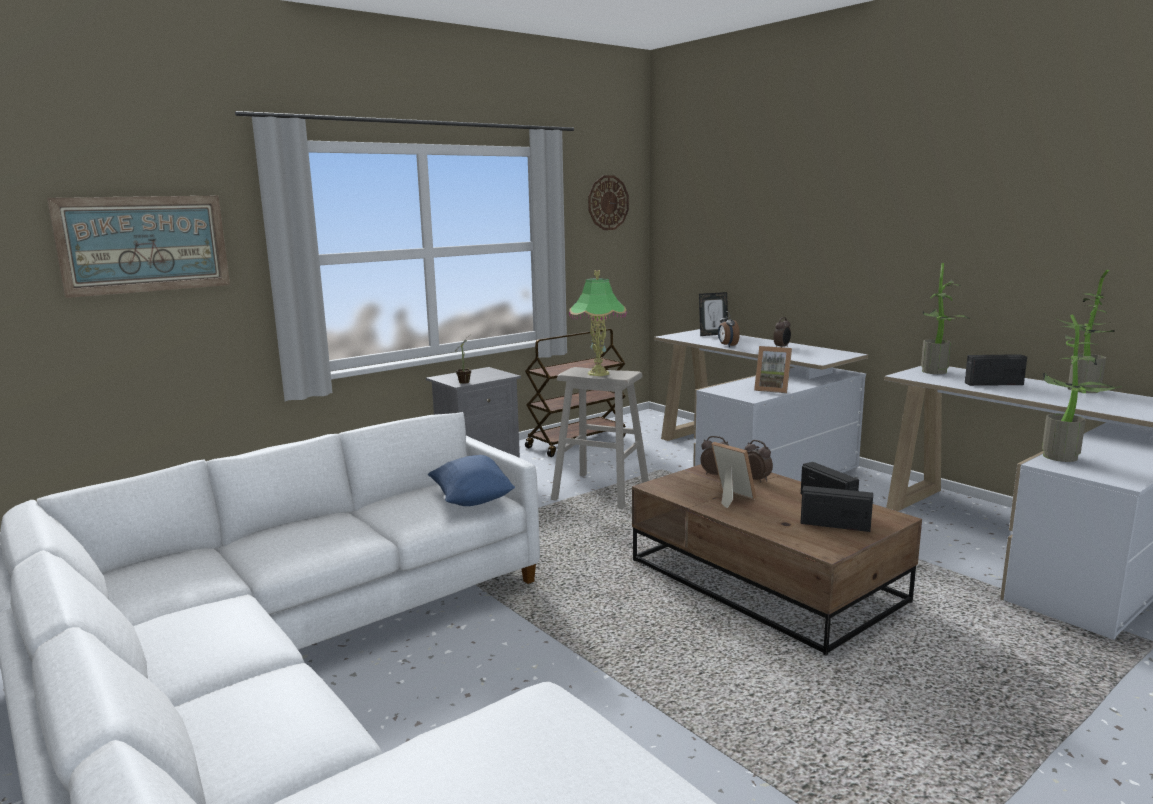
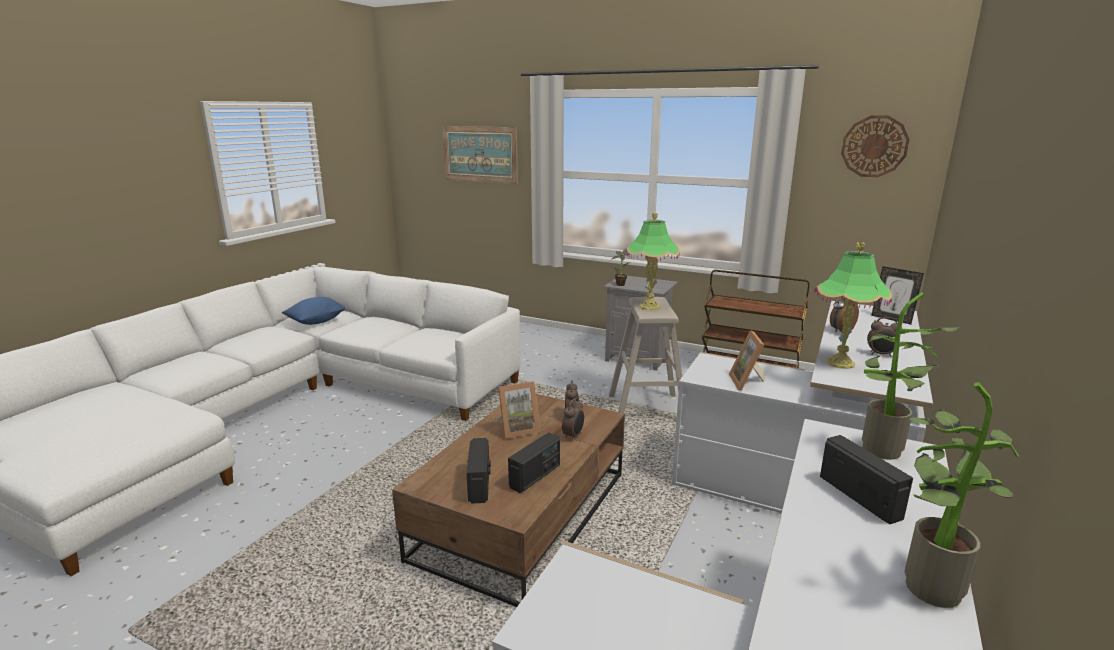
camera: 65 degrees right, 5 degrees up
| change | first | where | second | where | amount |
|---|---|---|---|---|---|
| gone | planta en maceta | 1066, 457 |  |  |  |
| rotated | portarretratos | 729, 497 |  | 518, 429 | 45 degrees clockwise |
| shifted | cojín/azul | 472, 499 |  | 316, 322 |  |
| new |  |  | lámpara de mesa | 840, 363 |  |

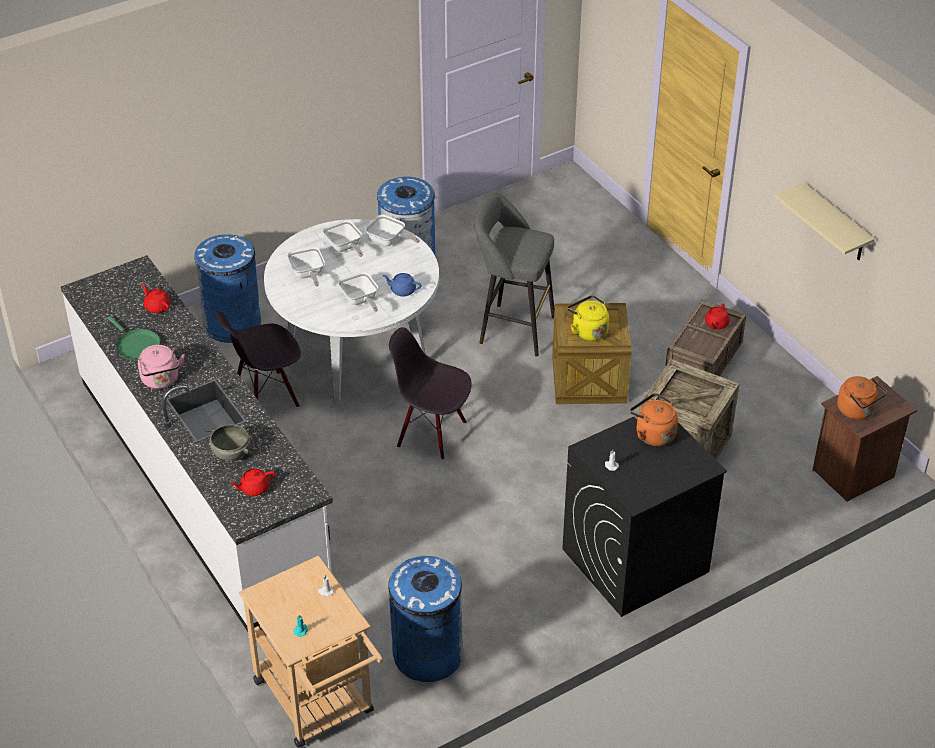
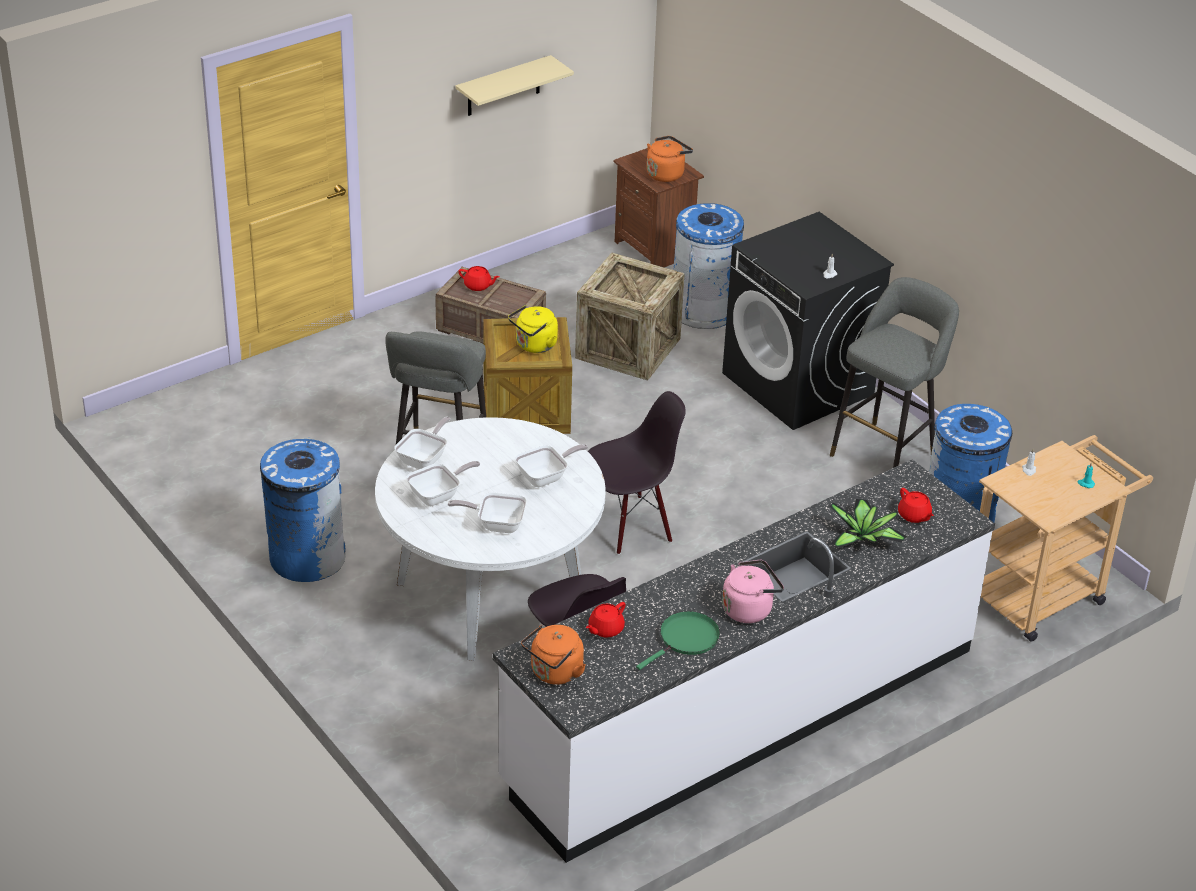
camera: 95 degrees left, 5 degrees down
| change | first | where | second | where | amount |
|---|---|---|---|---|---|
| shifted | papelera/azul | 232, 324 |  | 703, 310 |  |
| rotated | sartén | 307, 275 |  | 496, 524 | 150 degrees counterclockwise |
| gone | tetera/azul | 402, 290 |  |  |  |
| rotated | silla/negro | 432, 433 |  | 630, 526 | 135 degrees counterclockwise |
| shifted | hervidor/naranja | 653, 434 |  | 554, 673 |  |
| swapped | cuenco/gris | 230, 453 | planta en maceta | 863, 538 |  |
| new |  |  | taburete/gris | 886, 452 |  |

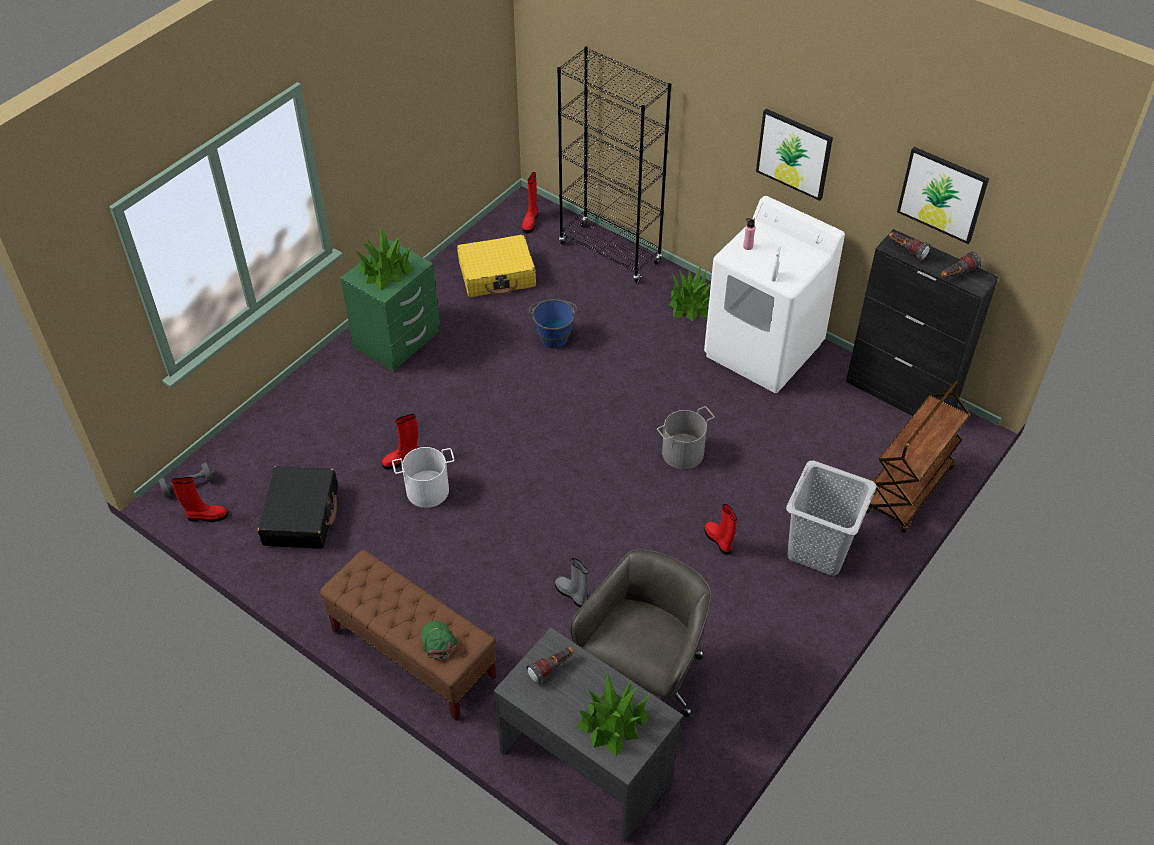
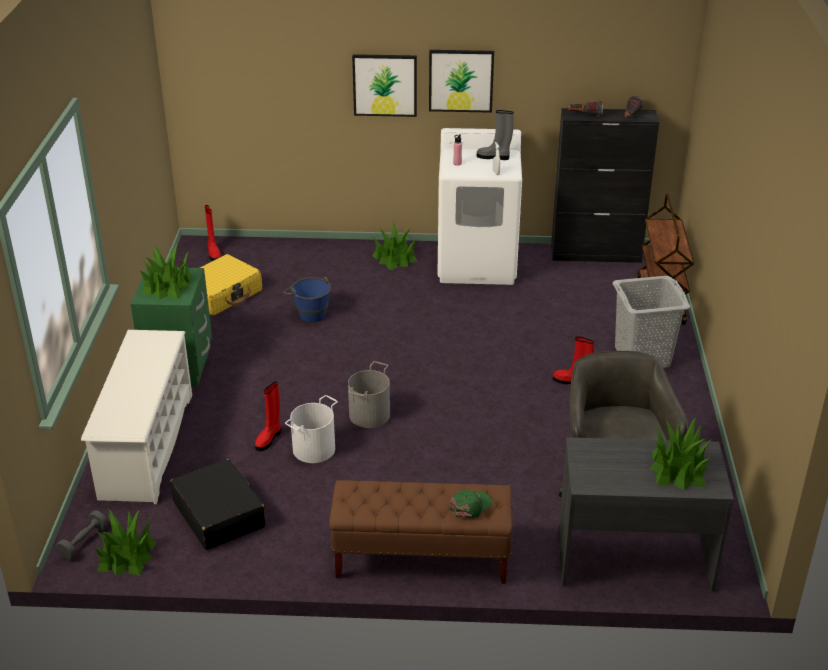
camera: 35 degrees left, 15 degrees down
| change | first | where | second | where | amount |
|---|---|---|---|---|---|
| gone | estantería/negro | 610, 253 |  |  |  |
| shifted | cuadro | 942, 194 |  | 385, 85 |  |
| shifted | cubo/gris | 683, 453 |  | 370, 415 |  |
| swapped | bota/rojo | 206, 516 | planta en maceta | 126, 555 |  |
| shifted | bota/gris | 572, 595 |  | 494, 157 |  |
| rotated | gorra/verde | 438, 641 |  | 470, 506 | 105 degrees clockwise |
| gone | linterna | 552, 668 |  |  |  |
| new |  |  | zapatero/blanco | 146, 445 |  |

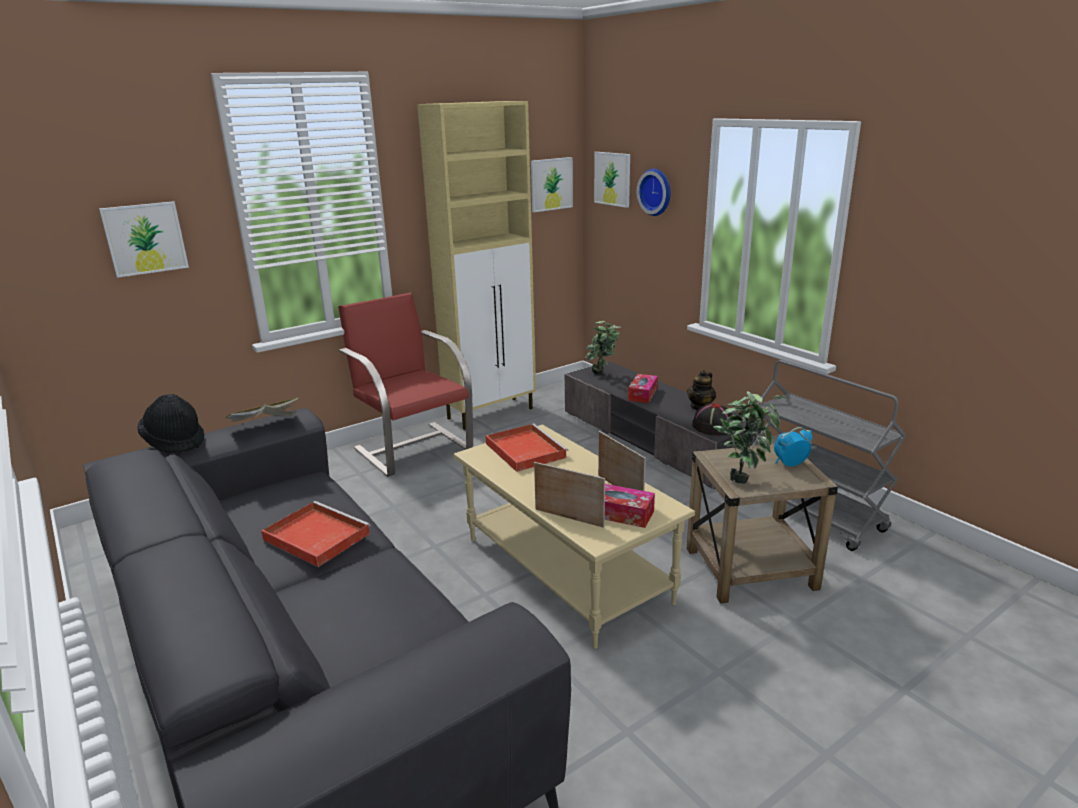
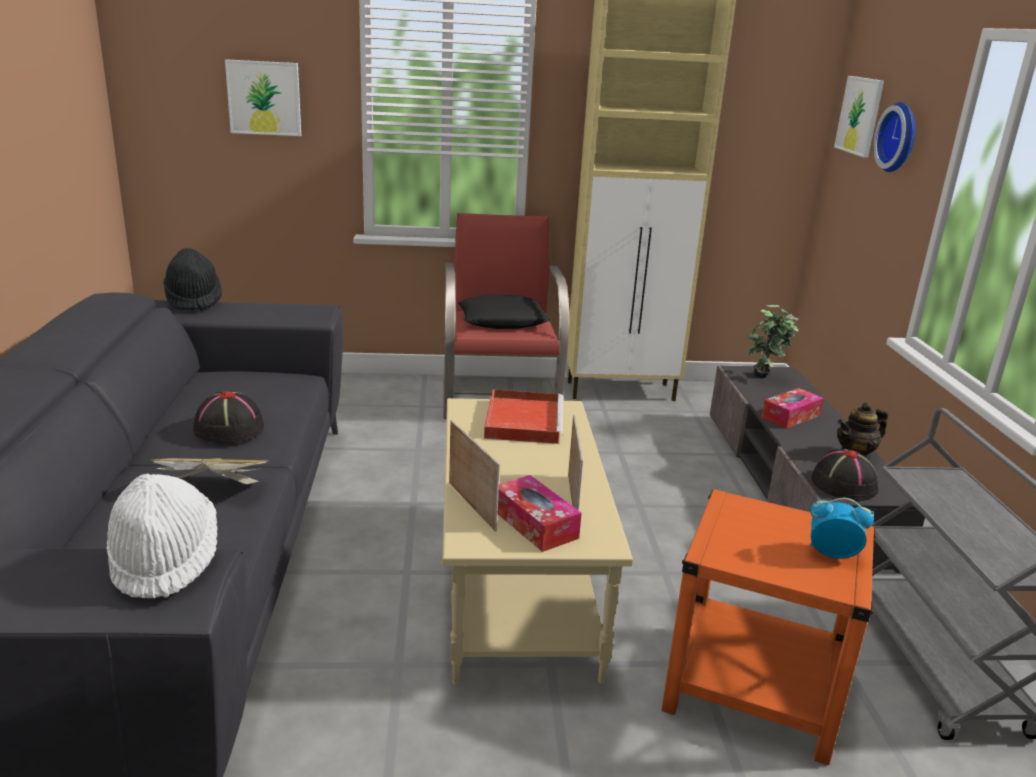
camera: 30 degrees right, 0 degrees up
| change | first | where | second | where | amount |
|---|---|---|---|---|---|
| gone | cuadro | 551, 184 |  |  |  |
| gone | planta en maceta | 743, 477 |  |  |  |
| shifted | libro | 266, 427 |  | 213, 489 |  |
| repainted | mesa auxiliar/beis | 749, 569 | mesa auxiliar/naranja | 751, 690 |  |
| swapped | bandeja/rojo | 315, 536 | sombrero/negro | 228, 429 |  |
| new |  |  | cojín/negro | 503, 320 |  |
| new |  |  | sombrero/blanco | 165, 560 |  |

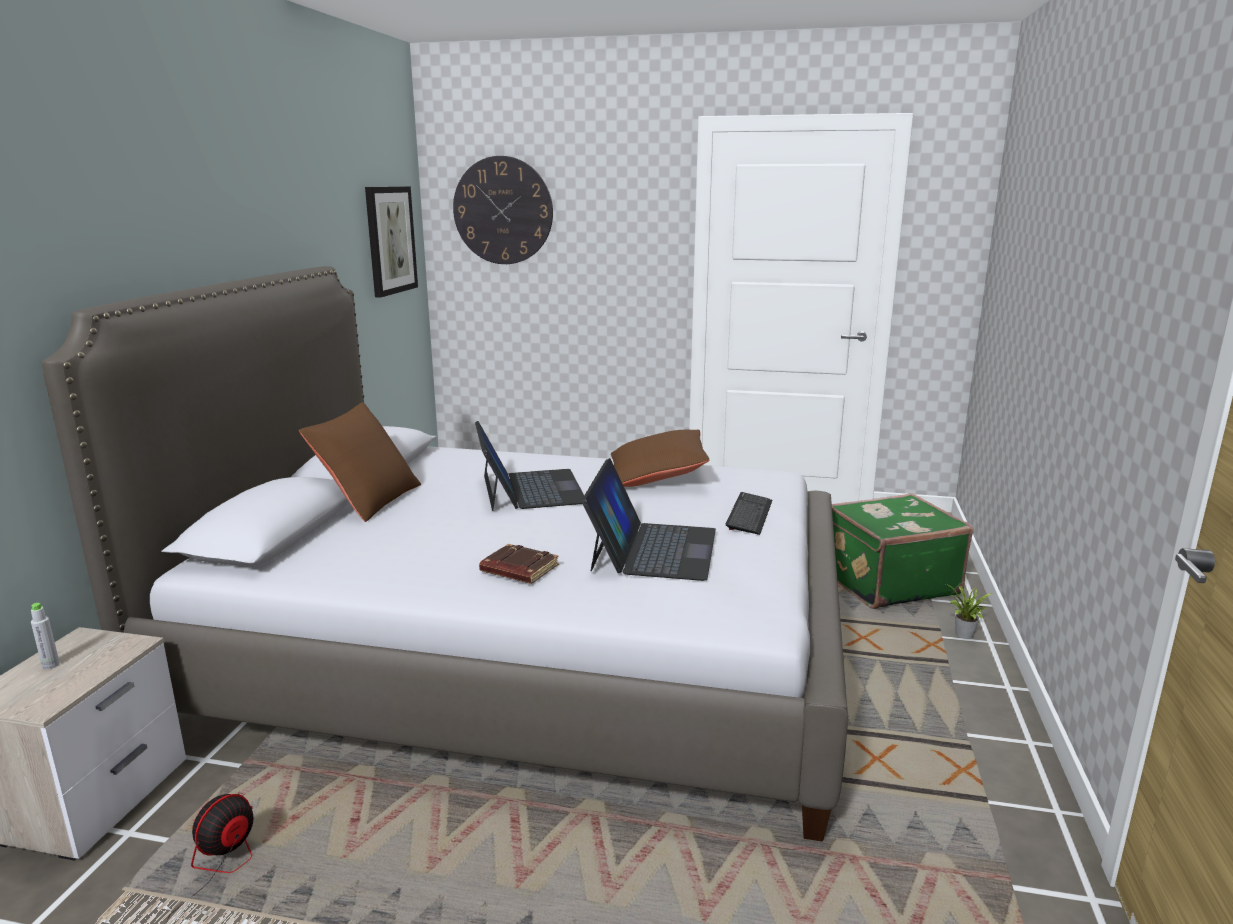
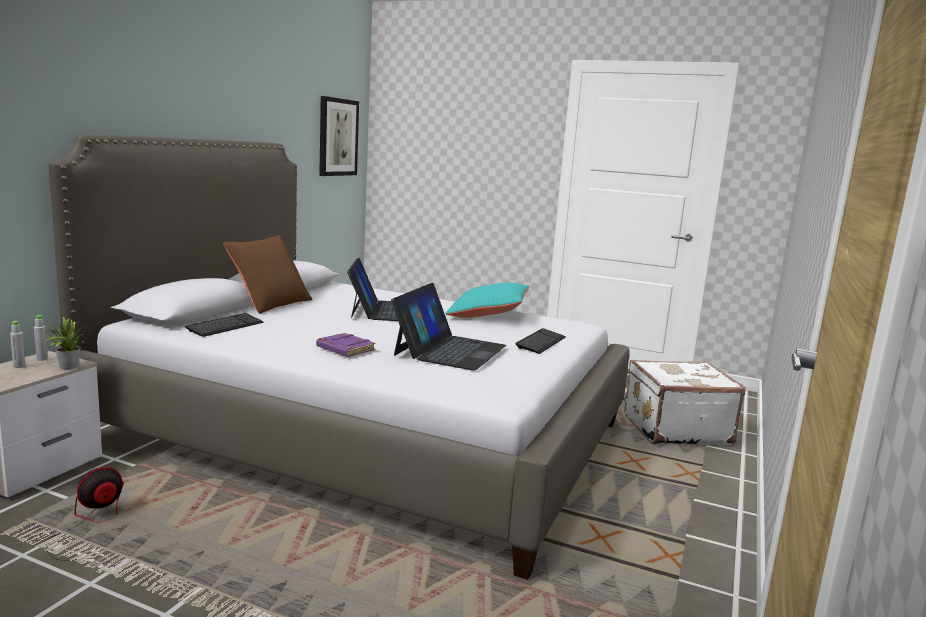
camera: 10 degrees right, 5 degrees down
| change | first | where | second | where | amount |
|---|---|---|---|---|---|
| gone | reloj de pared | 503, 211 |  |  |  |
| repainted | cojín/marrón | 656, 476 | cojín/turquesa | 488, 314 |  |
| repainted | maleta/verde | 887, 582 | maleta/blanco | 675, 429 |  |
| repainted | libro/marrón | 518, 570 | libro/morado | 344, 349 |  |
| shifted | planta en maceta | 963, 635 |  | 66, 367 |  |
| new |  |  | teclado | 225, 326 |  |
| new |  |  | botella/gris | 42, 359 |  |

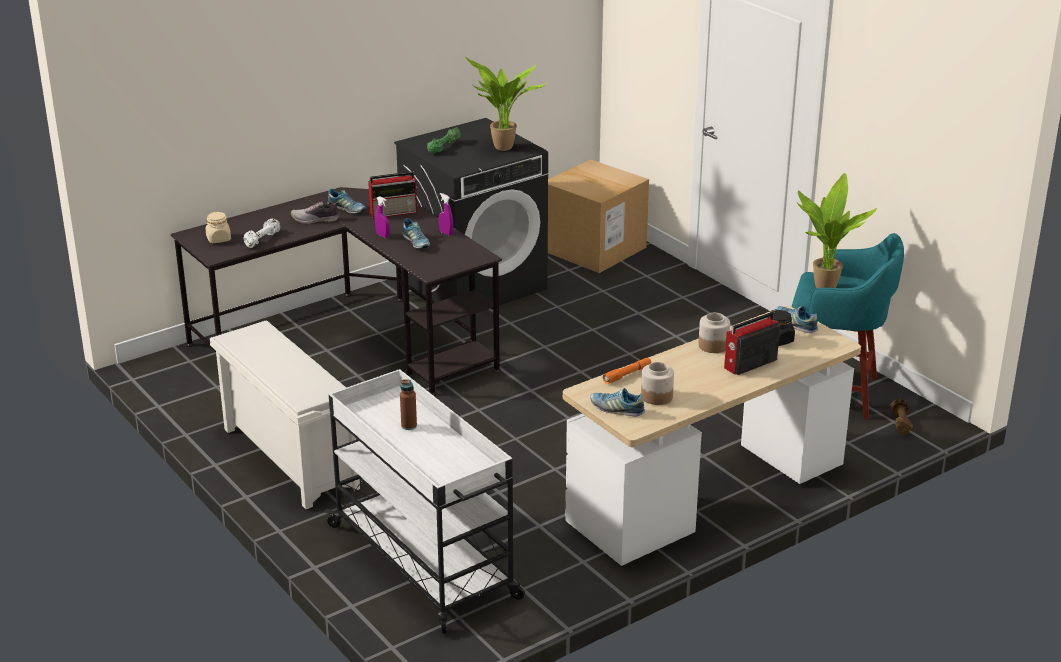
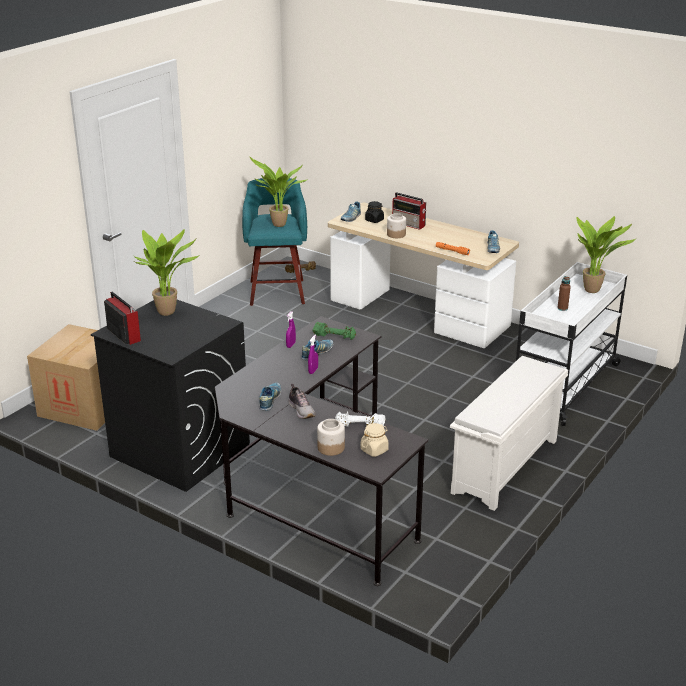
camera: 110 degrees left, 0 degrees up
| change | first | where | second | where | amount |
|---|---|---|---|---|---|
| shifted | mancuerna/verde | 444, 147 |  | 334, 337 |  |
| shifted | radio | 394, 212 |  | 123, 334 |  |
| shifted | tarro | 657, 396 |  | 330, 448 |  |
| new |  |  | planta en maceta | 594, 290 |  |

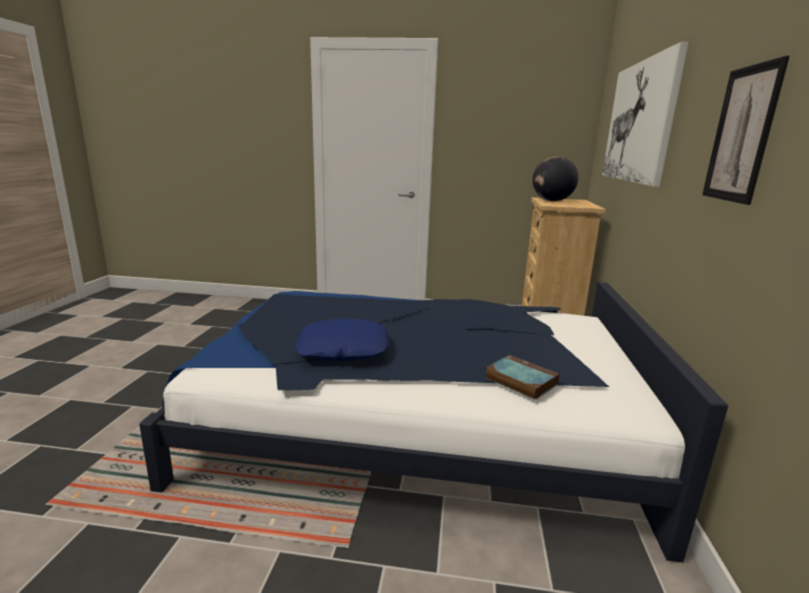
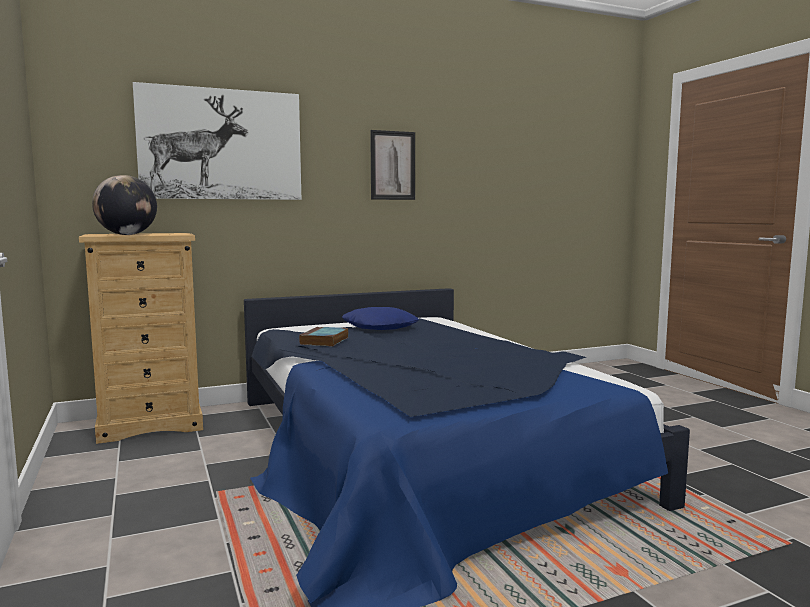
camera: 120 degrees left, 10 degrees down
| change | first | where | second | where | amount |
|---|---|---|---|---|---|
| shifted | cojín/azul | 343, 349 |  | 380, 327 |  |
| shifted | libro | 519, 381 |  | 324, 341 |  |

